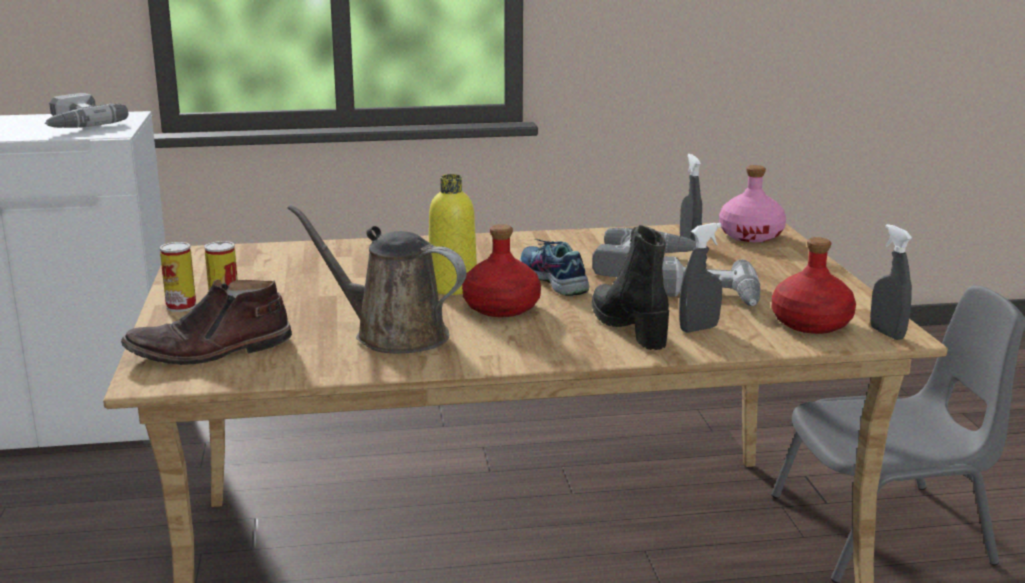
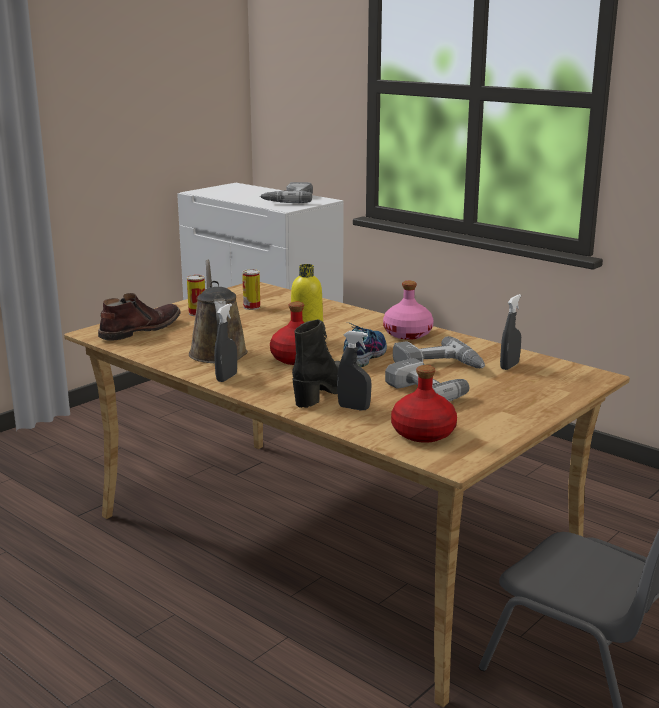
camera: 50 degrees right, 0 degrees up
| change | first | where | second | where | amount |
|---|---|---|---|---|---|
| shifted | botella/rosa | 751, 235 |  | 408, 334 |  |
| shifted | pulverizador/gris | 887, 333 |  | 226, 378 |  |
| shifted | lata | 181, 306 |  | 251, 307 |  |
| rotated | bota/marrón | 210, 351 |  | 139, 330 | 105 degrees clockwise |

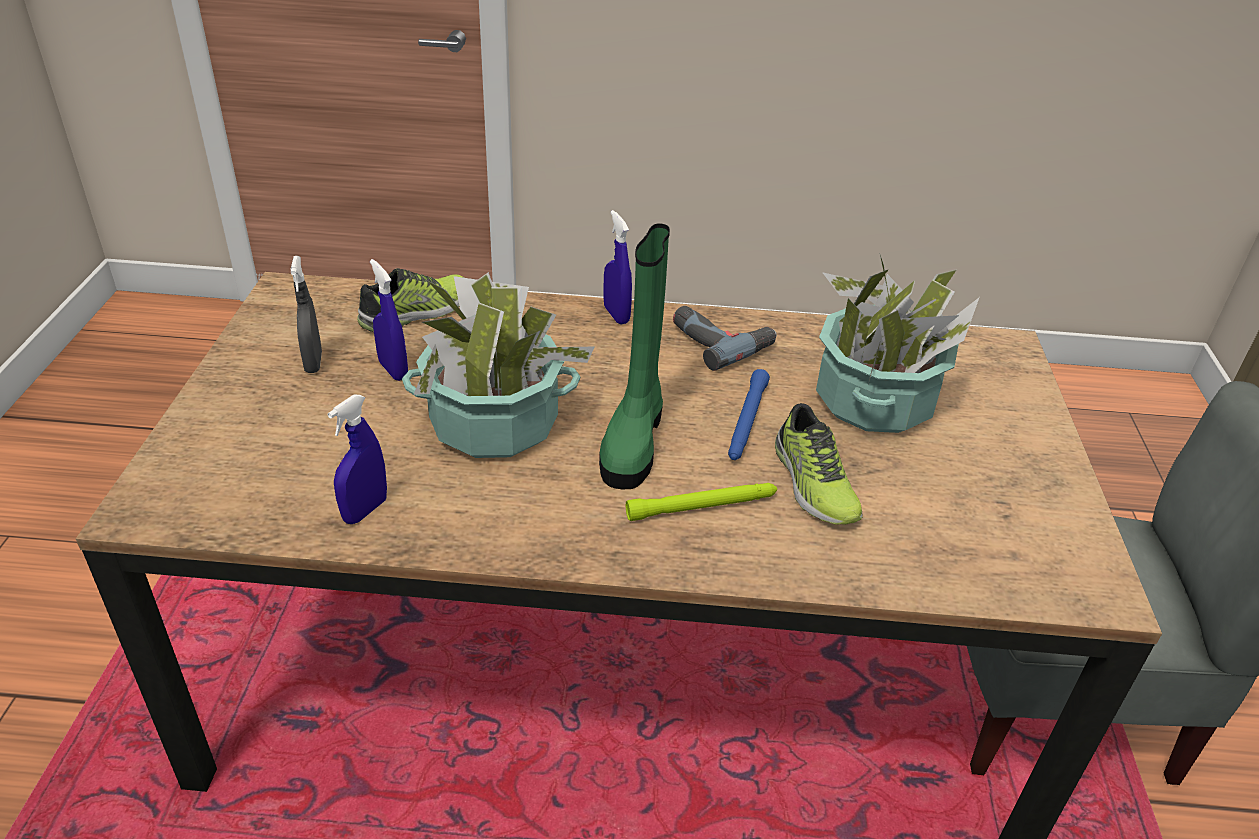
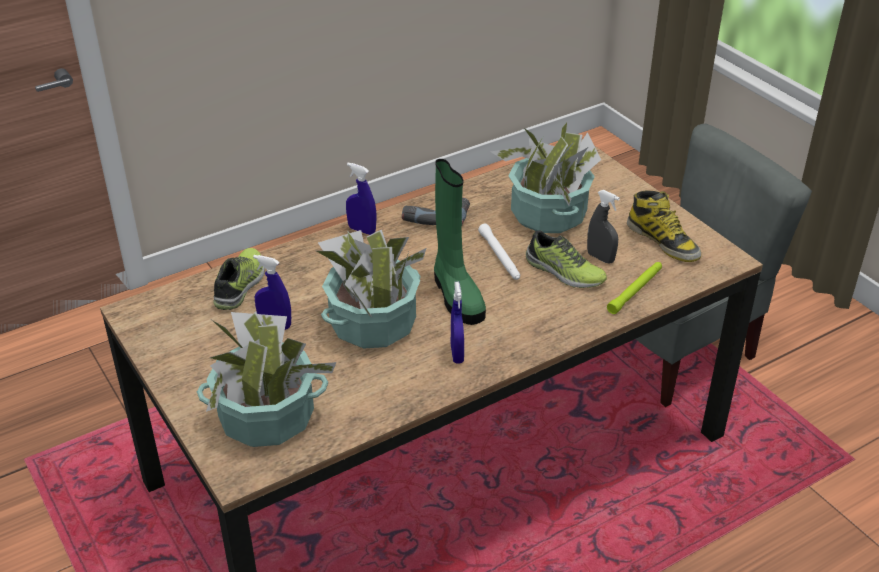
camera: 35 degrees left, 0 degrees up
| change | first | where | second | where | amount |
|---|---|---|---|---|---|
| shifted | pulverizador/gris | 313, 362 |  | 600, 258 |  |
| repainted | linterna/azul | 746, 422 | linterna/blanco | 500, 257 |  |
| shifted | pulverizador/azul | 365, 510 |  | 457, 354 |  |
| shifted | linterna/verde | 702, 507 |  | 636, 290 |  |
| new |  |  | bota | 663, 241 |  |
| new |  |  | planta en maceta | 267, 418 |  |

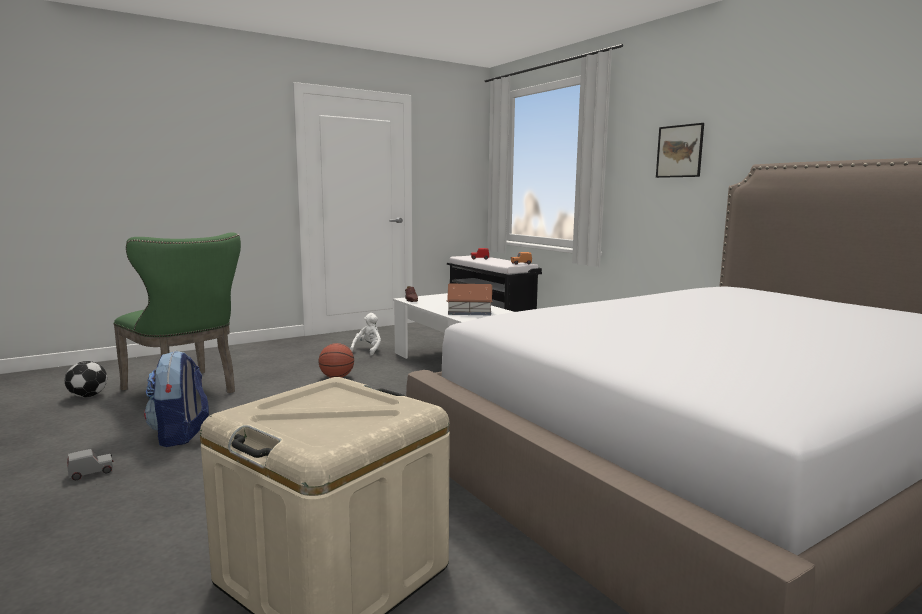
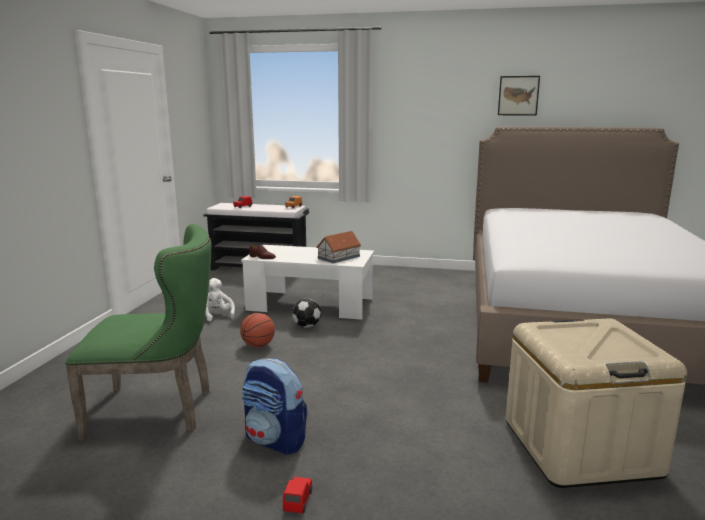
camera: 45 degrees left, 5 degrees up
| change | first | where | second | where | amount |
|---|---|---|---|---|---|
| shifted | cuadro | 679, 151 |  | 518, 95 |  |
| shifted | balón de fútbol | 87, 396 |  | 306, 326 |  |
| repainted | coche de juguete/gris | 91, 473 | coche de juguete/rojo | 298, 501 |  |

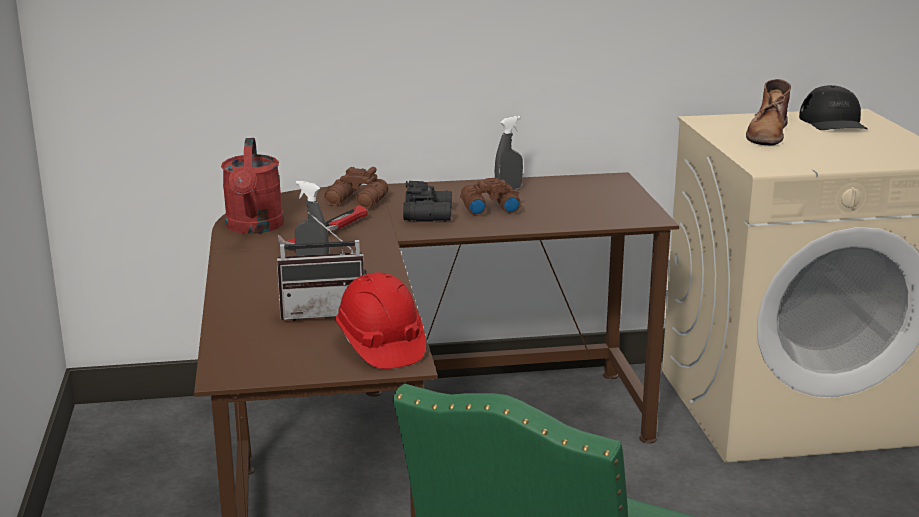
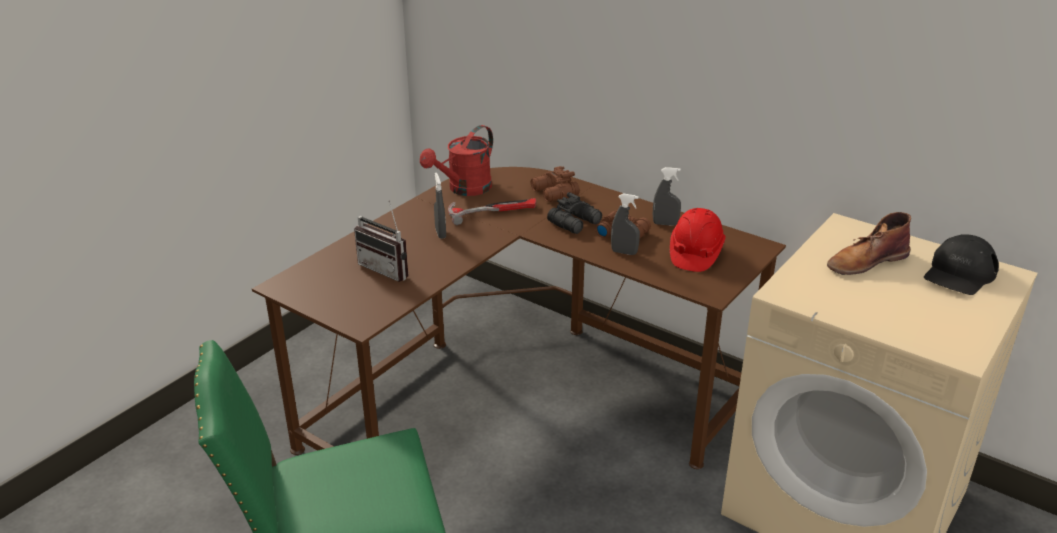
camera: 45 degrees right, 10 degrees up
| change | first | where | second | where | amount |
|---|---|---|---|---|---|
| shifted | casco/rojo | 380, 345 |  | 695, 254 |  |
| new |  |  | pulverizador/gris | 624, 252 |  |

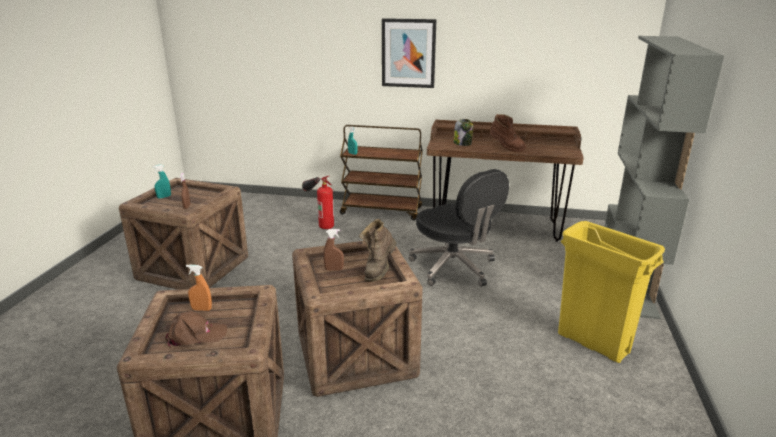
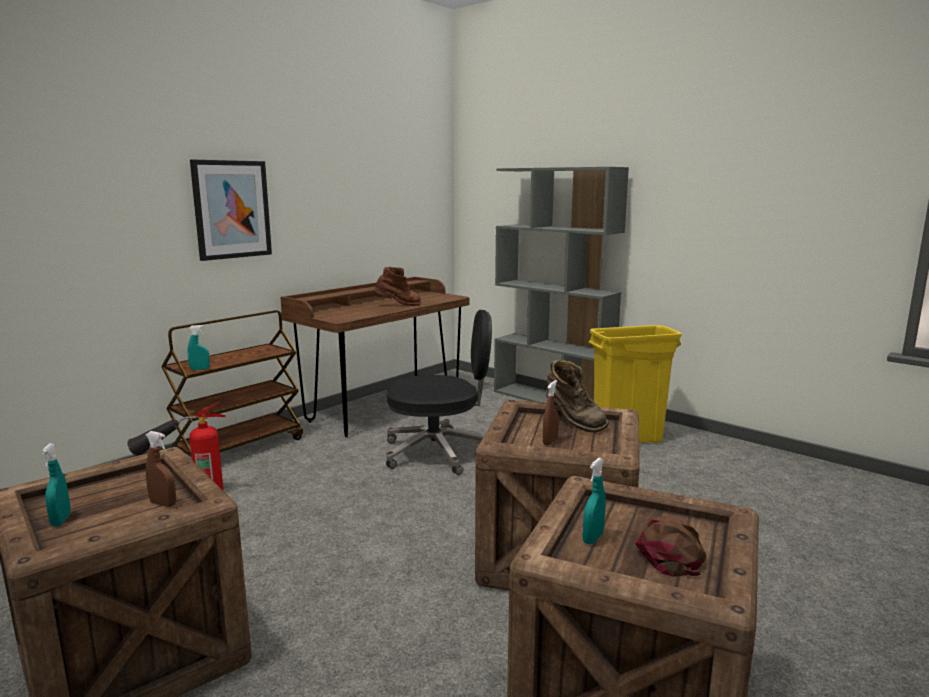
camera: 60 degrees left, 10 degrees down
| change | first | where | second | where | amount |
|---|---|---|---|---|---|
| gone | tarro | 462, 143 |  |  |  |
| repainted | pulverizador/naranja | 201, 309 | pulverizador/turquesa | 593, 538 |  |

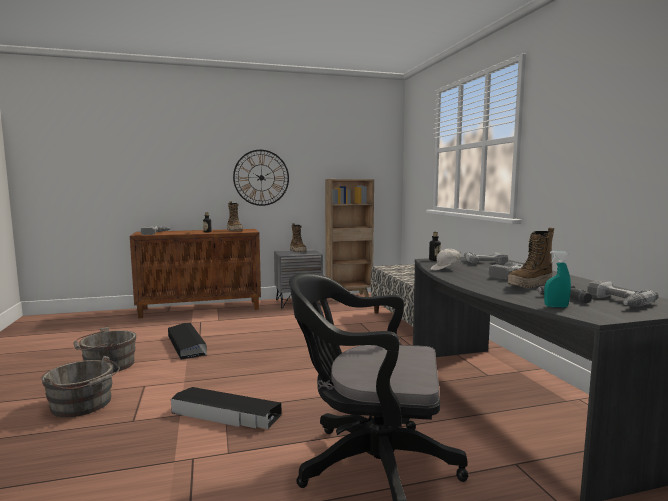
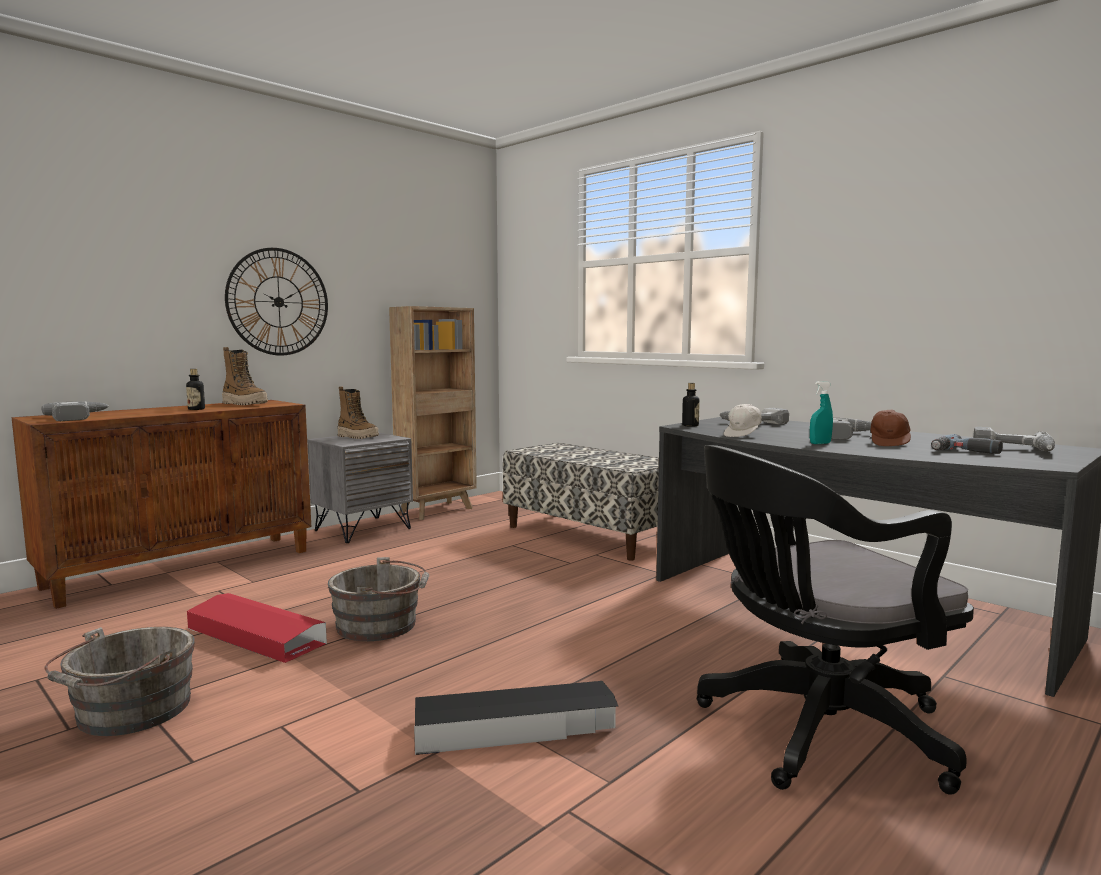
camera: 30 degrees left, 0 degrees up
| change | first | where | second | where | amount |
|---|---|---|---|---|---|
| swapped | bota | 530, 285 | gorra/marrón | 889, 443 |  |
| shifted | pulverizador/turquesa | 556, 306 |  | 820, 443 |  |
| repainted | caja de almacenaje/negro | 186, 345 | caja de almacenaje/rojo | 255, 636 |  |
| shifted | cubo/gris | 83, 404 |  | 381, 625 |  |

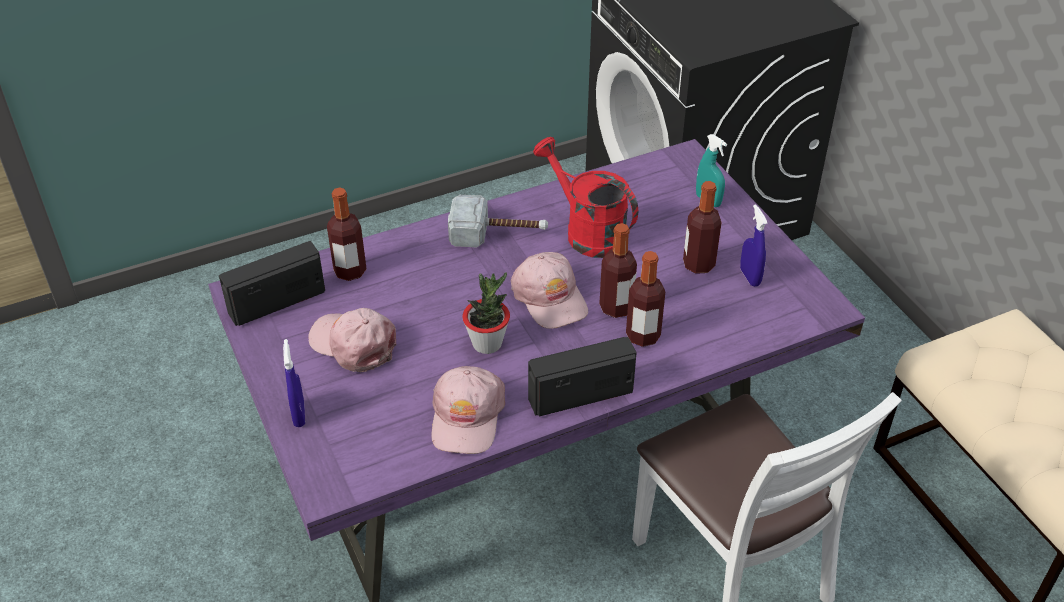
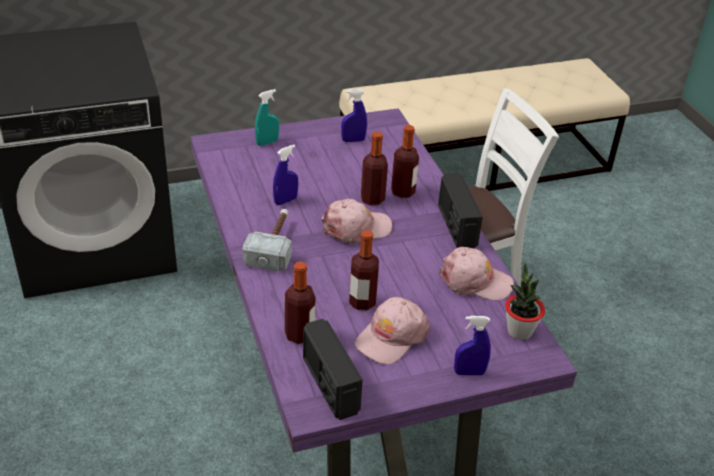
camera: 85 degrees left, 5 degrees down
| change | first | where | second | where | amount |
|---|---|---|---|---|---|
| swapped | regadera/rojo | 587, 232 | pulverizador/azul | 285, 201 |  |
| shifted | botella | 698, 264 |  | 362, 302 |  |
| shifted | planta en maceta | 487, 343 |  | 519, 331 |  |

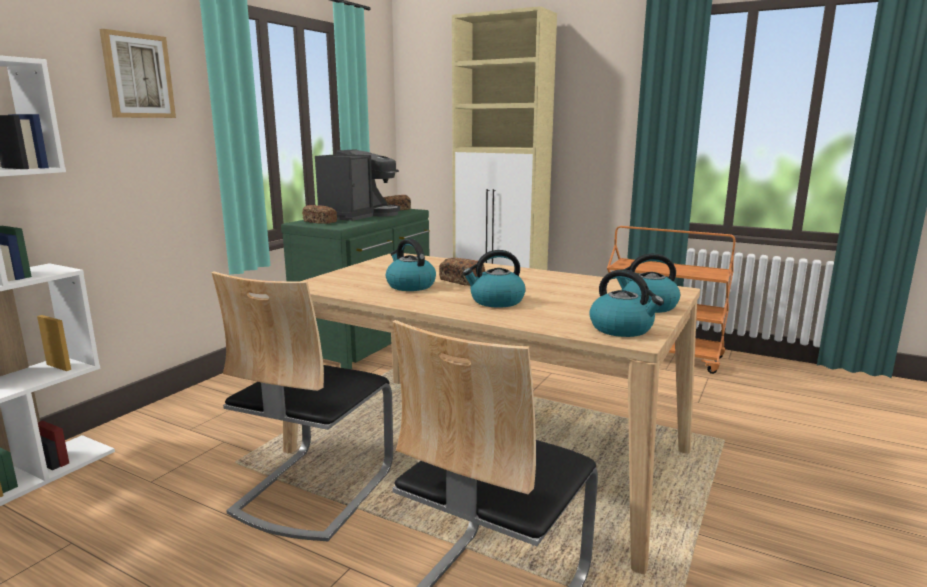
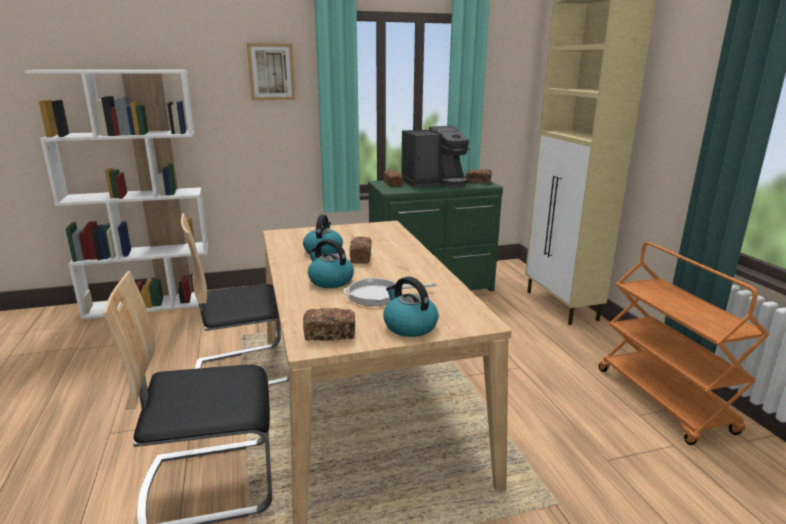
camera: 45 degrees right, 5 degrees up
| change | first | where | second | where | amount |
|---|---|---|---|---|---|
| swapped | hervidor | 622, 329 | pan | 330, 334 |  |
| new |  |  | sartén | 379, 295 |  |

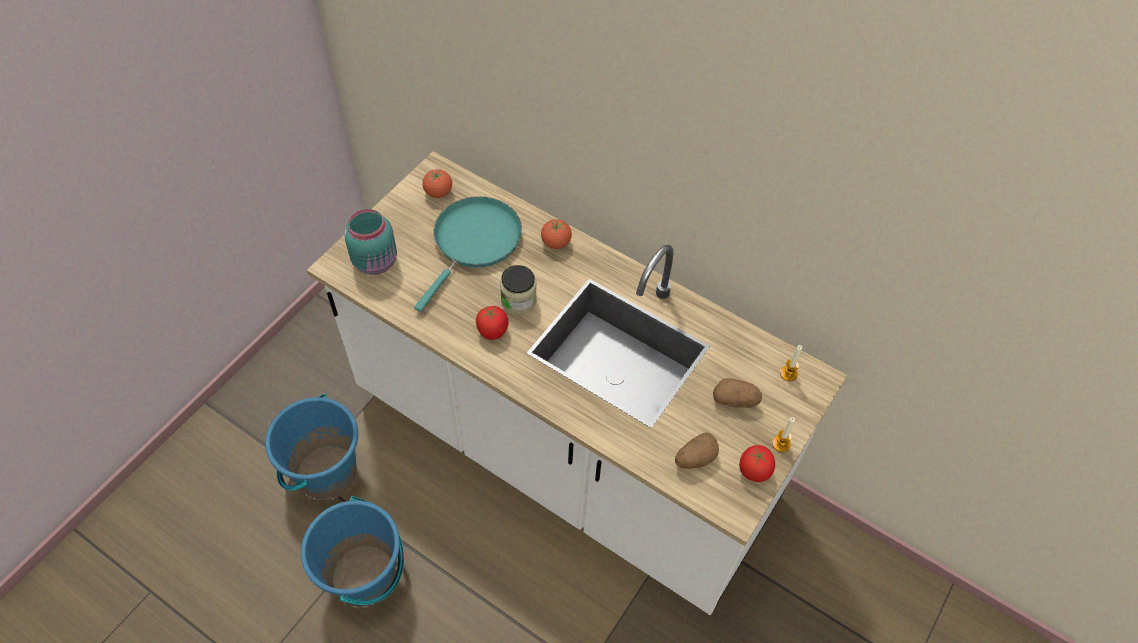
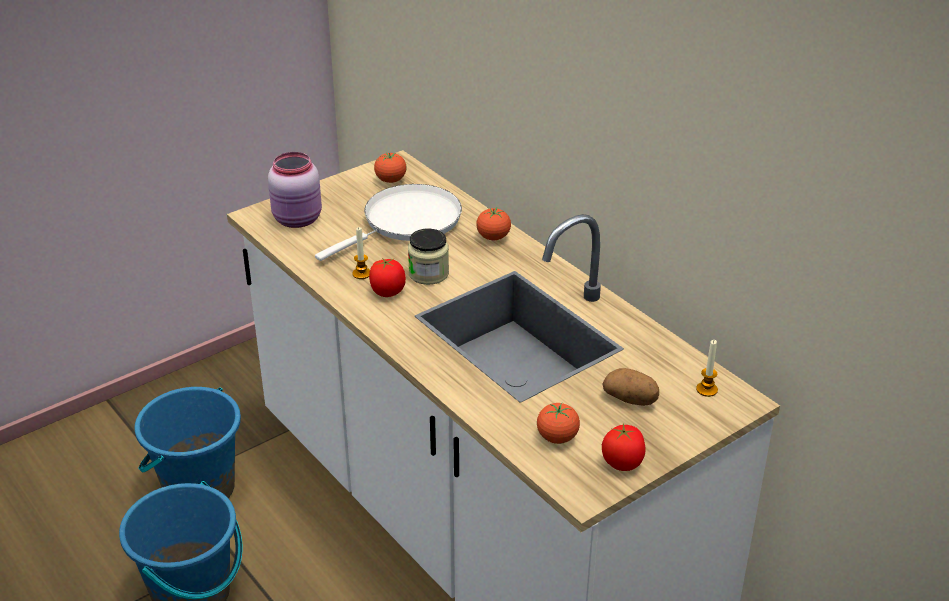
camera: 20 degrees right, 20 degrees down
| change | first | where | second | where | amount |
|---|---|---|---|---|---|
| repainted | sartén/turquesa | 474, 242 | sartén/blanco | 407, 222 |  |
| repainted | tarro/turquesa | 376, 262 | tarro/rosa | 298, 220 |  |
| shifted | vela | 781, 444 |  | 361, 274 |  |
| swapped | patata | 694, 458 | tomate | 557, 437 |  |

